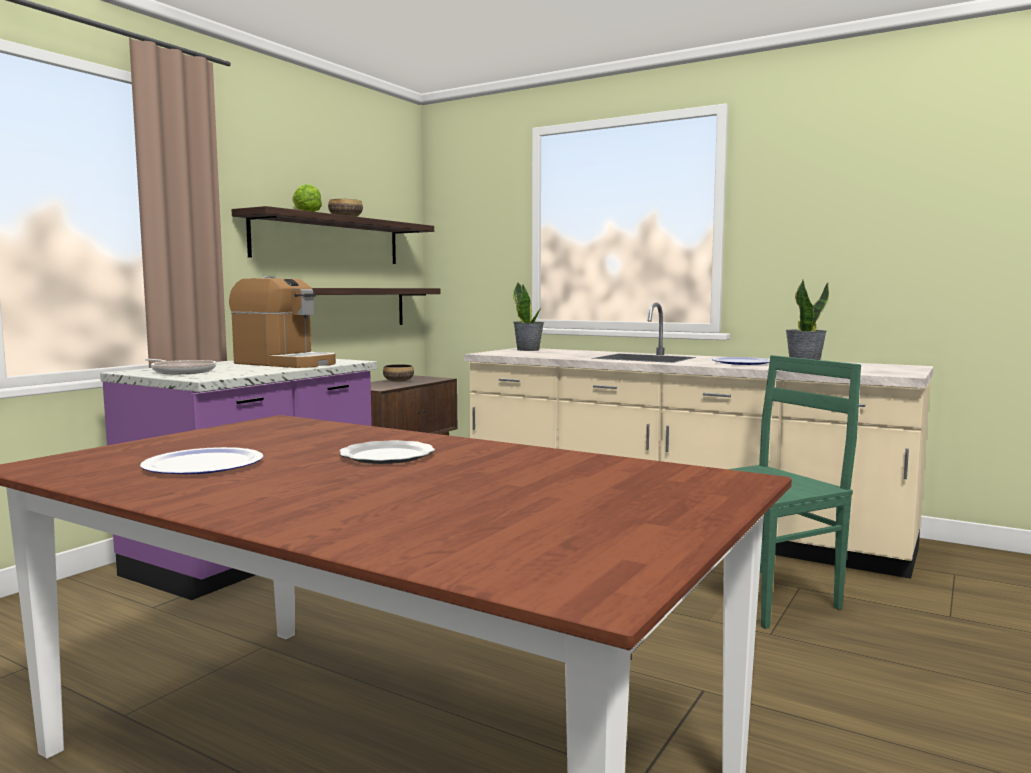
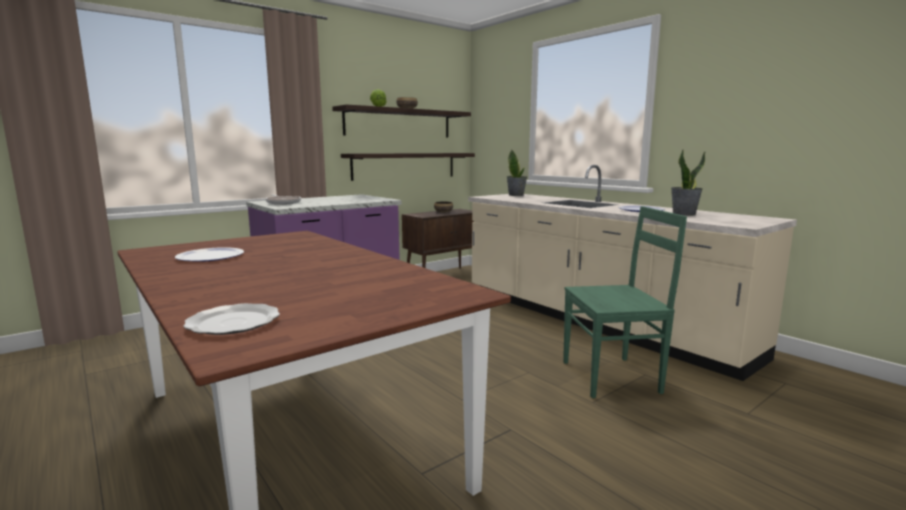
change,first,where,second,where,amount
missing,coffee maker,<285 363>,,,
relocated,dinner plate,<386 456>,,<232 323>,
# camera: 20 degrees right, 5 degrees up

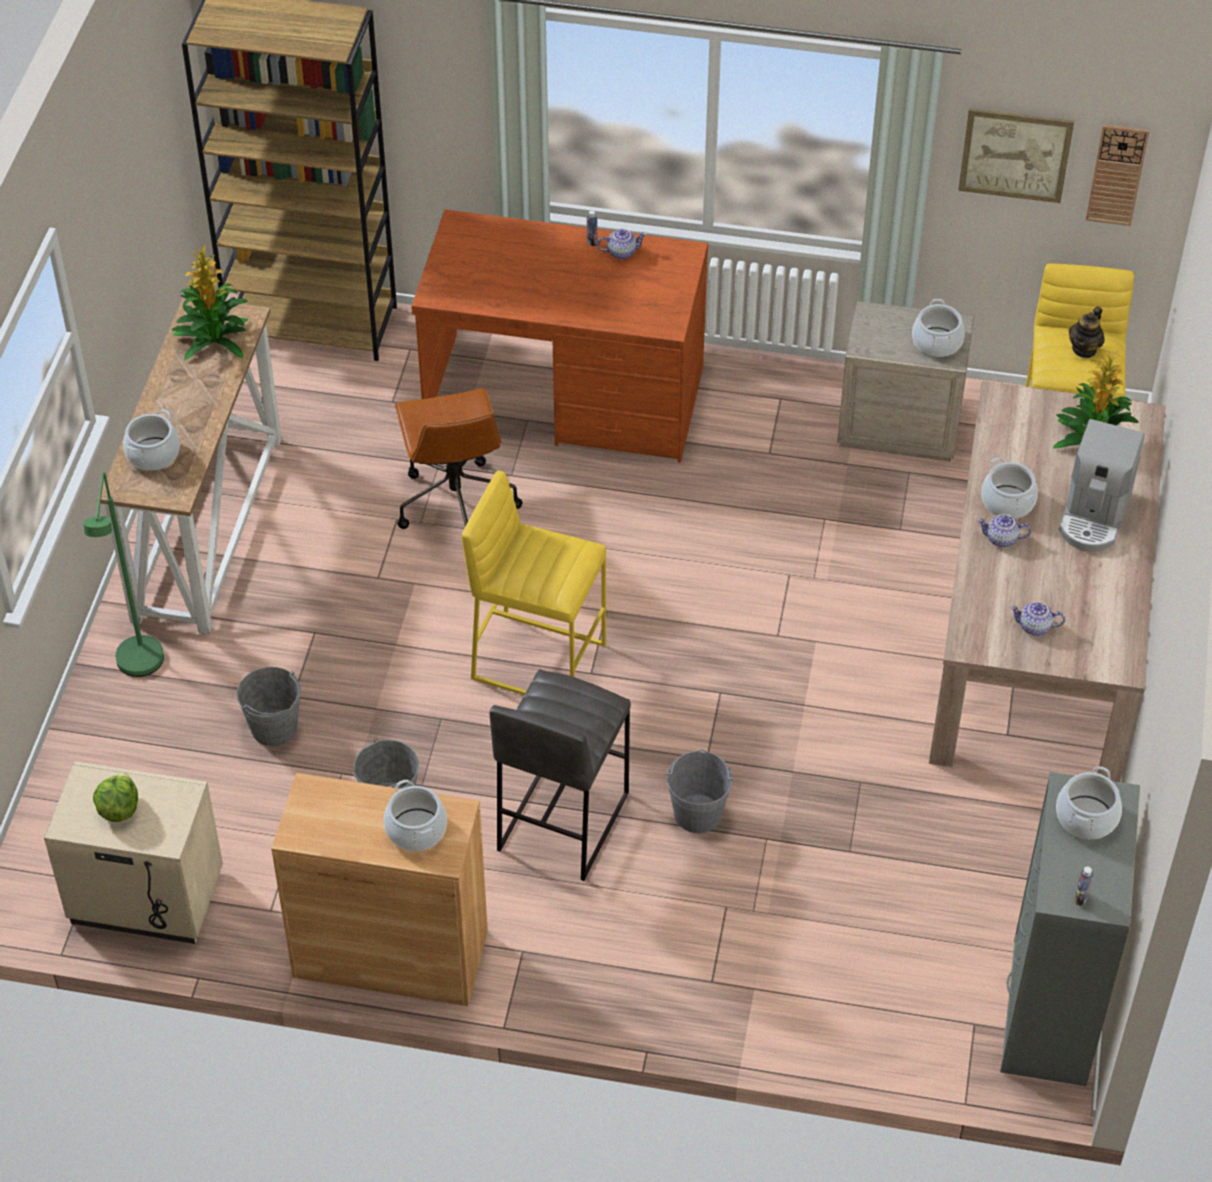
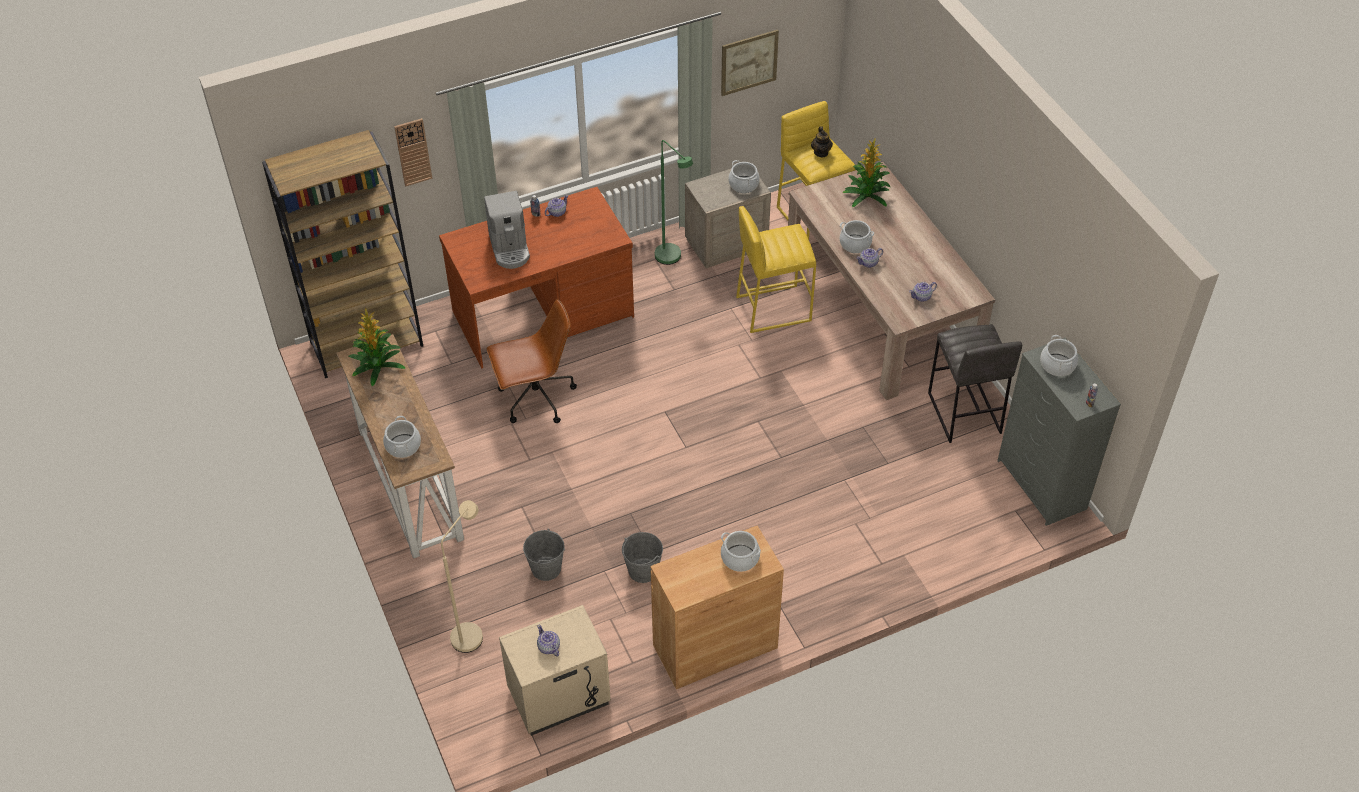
change,first,where,second,where,amount
missing,grey bucket,<698 813>,,,
appeared,,,beige-coloured standard lamp,<472 631>,
relocated,green-coloured standard lamp,<139 669>,,<672 259>,
relocated,yellow stool,<538 660>,,<772 308>,
relocated,grey stool,<561 822>,,<963 413>,
relocated,coffee maker,<1094 516>,,<510 248>,
relocated,hanging clock,<1117 174>,,<413 152>,
exchanged,lettuce,<119 809>,tea pot,<548 647>,
spun,brown office chair,<455 503>,,<535 398>,60 degrees counterclockwise
# camera: 35 degrees left, 0 degrees up

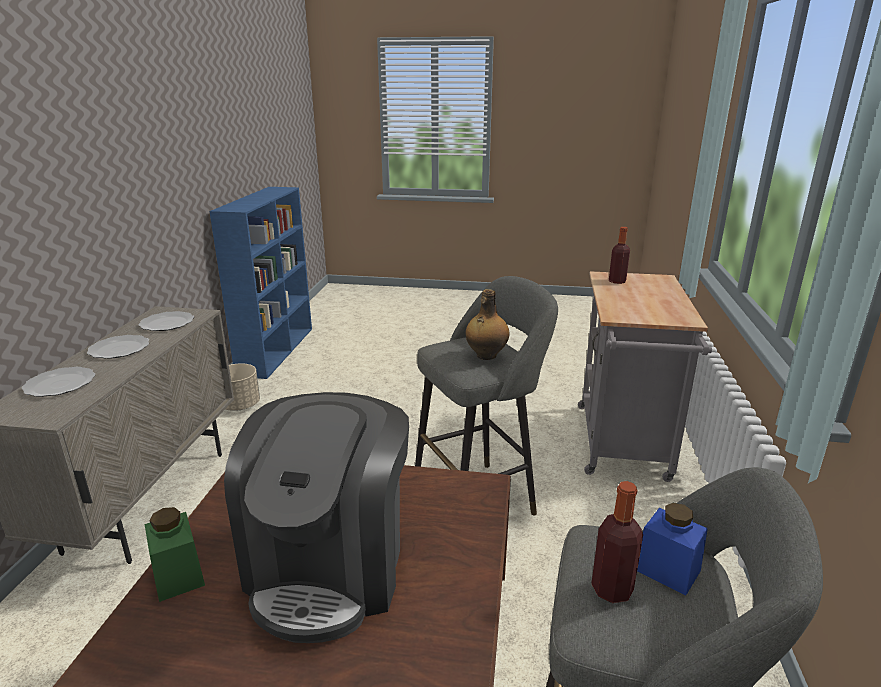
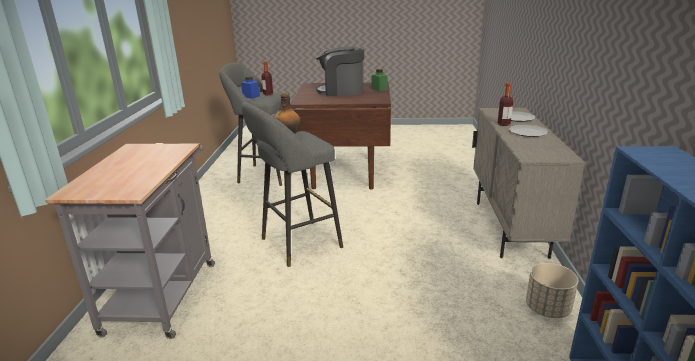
change,first,where,second,where,amount
missing,dinner plate,<167 323>,,,
relocated,bottle,<617 281>,,<503 124>,
spun,coffee maker,<330 566>,,<341 91>,90 degrees counterclockwise
# camera: 175 degrees right, 0 degrees up

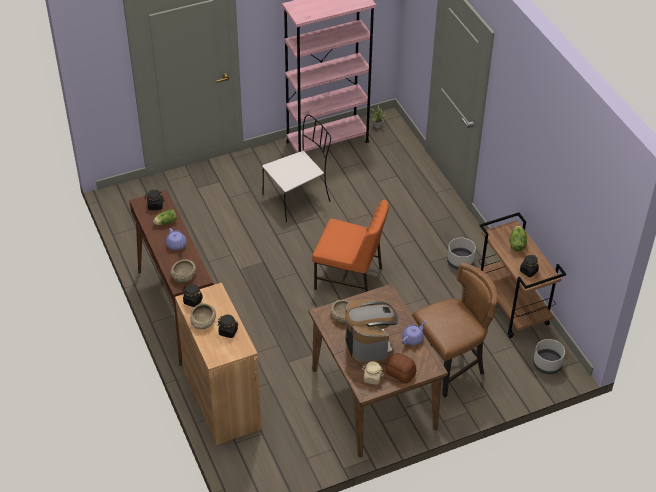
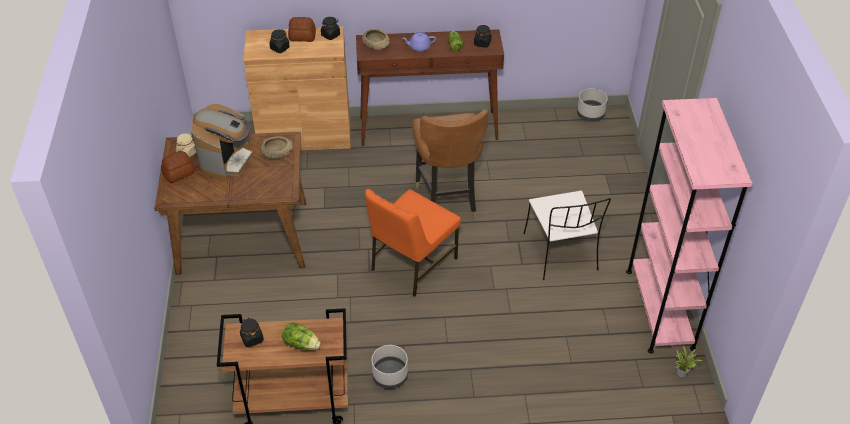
change,first,where,second,where,amount
missing,purplish tea pot,<413 338>,,,
relocated,brown chair,<449 374>,,<447 201>,
relocated,grey flower pot,<547 365>,,<590 114>,
exchanged,beige-coloured serving bowl,<203 321>,bakery bread,<302 37>,
spun,coffee maker,<369 346>,,<227 161>,75 degrees counterclockwise
# camera: 110 degrees right, 0 degrees up

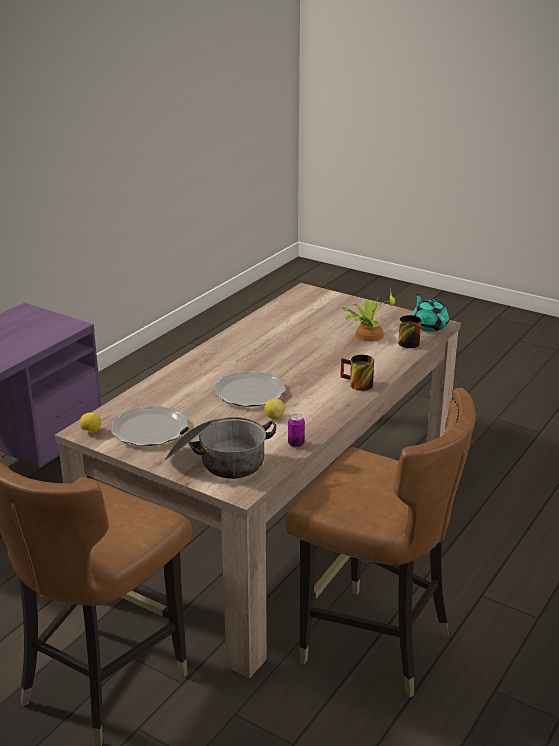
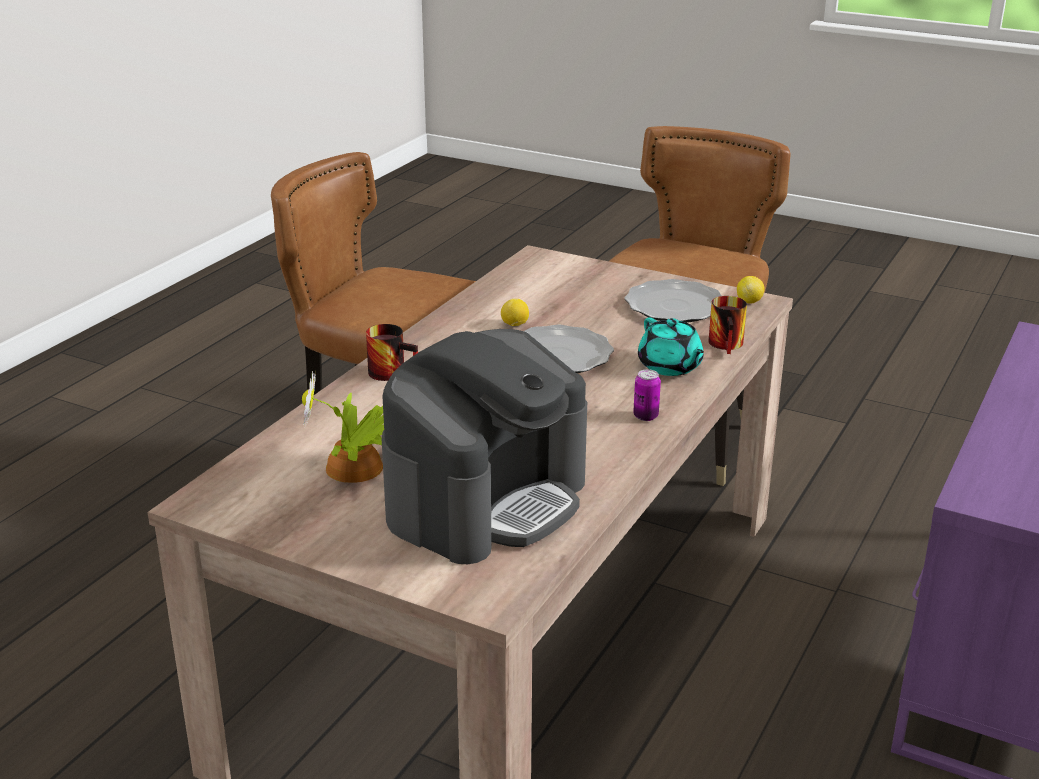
change,first,where,second,where,amount
missing,stockpot,<218 462>,,,
appeared,,,coffee maker,<487 500>,
relocated,sealed can,<296 444>,,<645 416>,
relocated,coffee mug,<407 341>,,<729 345>,
relocated,turquoise-coloured tea pot,<429 326>,,<670 367>,
# camera: 175 degrees right, 0 degrees up

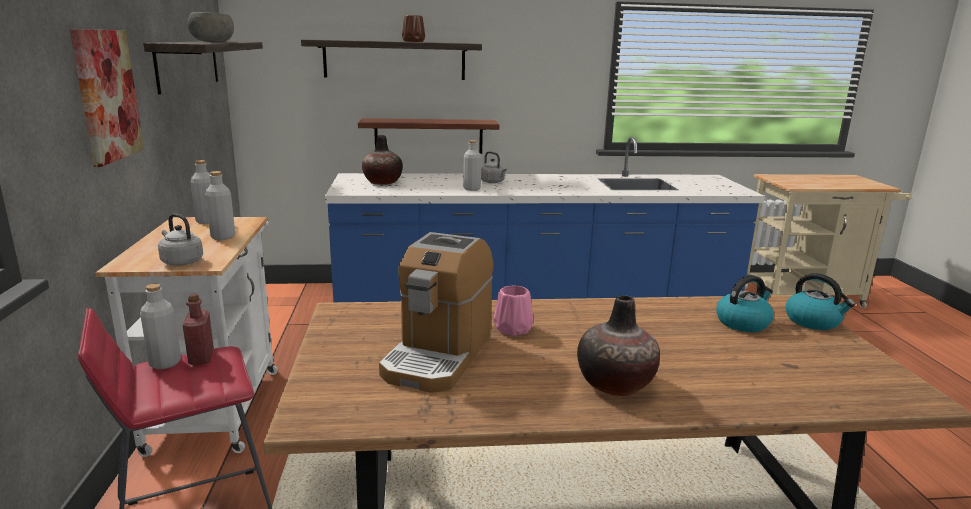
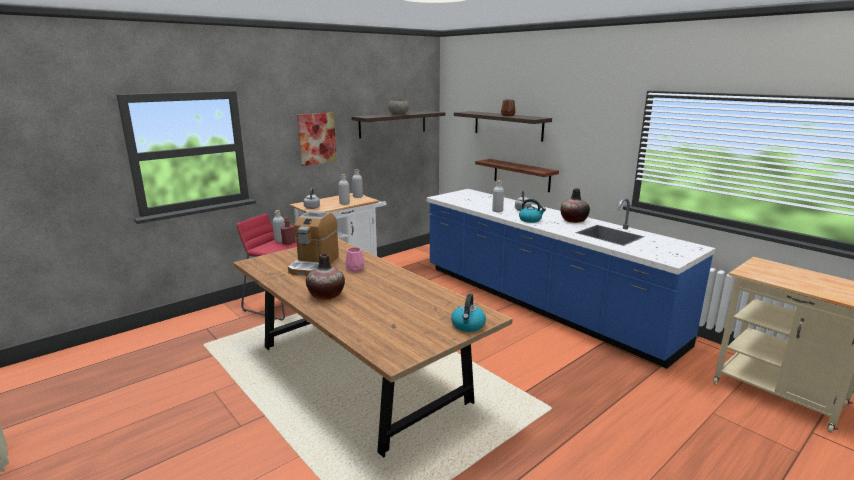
change,first,where,second,where,amount
relocated,vase,<382 182>,,<573 220>,
relocated,kettle,<743 323>,,<530 220>,
spun,coffee maker,<438 355>,,<314 264>,60 degrees counterclockwise
# camera: 55 degrees right, 0 degrees up

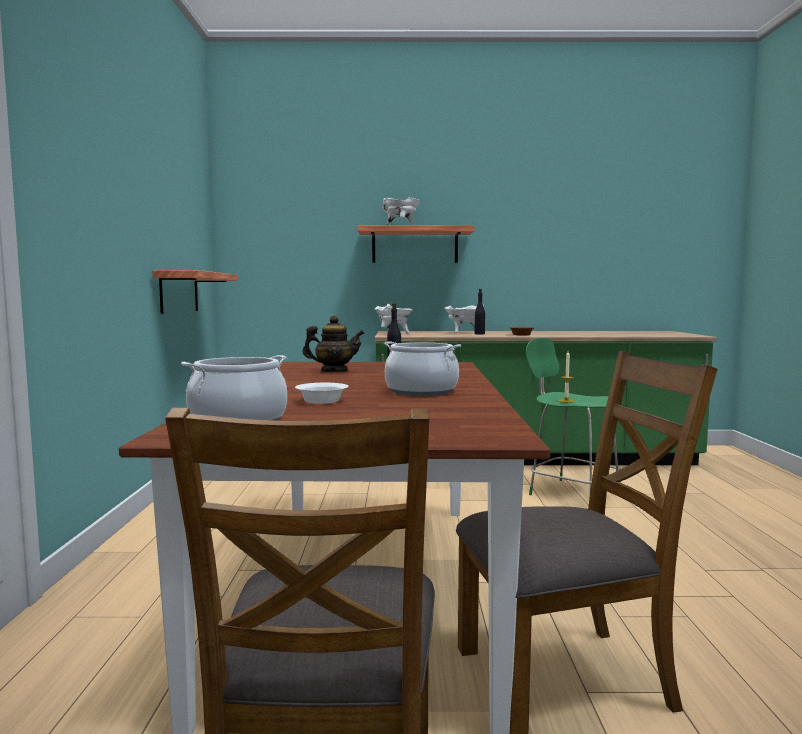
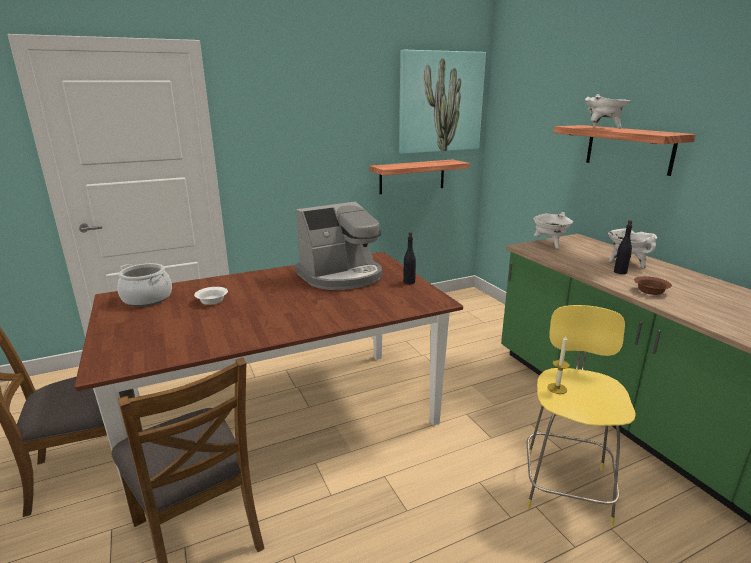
change,first,where,second,where,amount
missing,stockpot,<421 391>,,,
appeared,,,wall picture,<440 102>,
exchanged,tea pot,<334 371>,coffee maker,<341 276>,
colour,green-coloured stool,<571 493>,yellow stool,<566 484>,
# camera: 65 degrees right, 15 degrees up

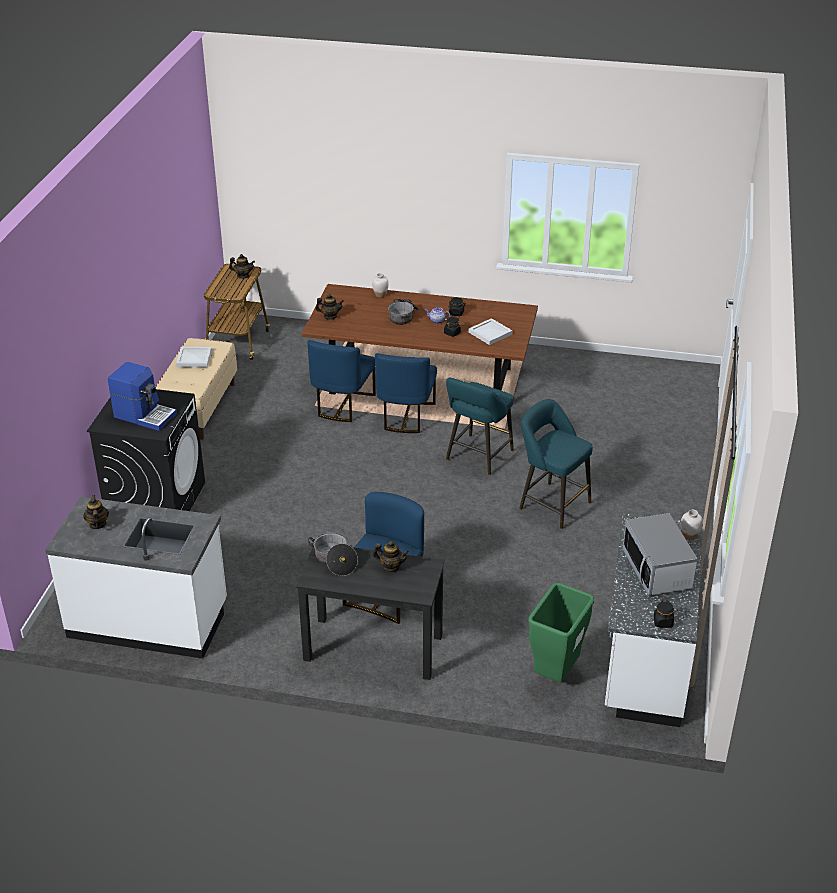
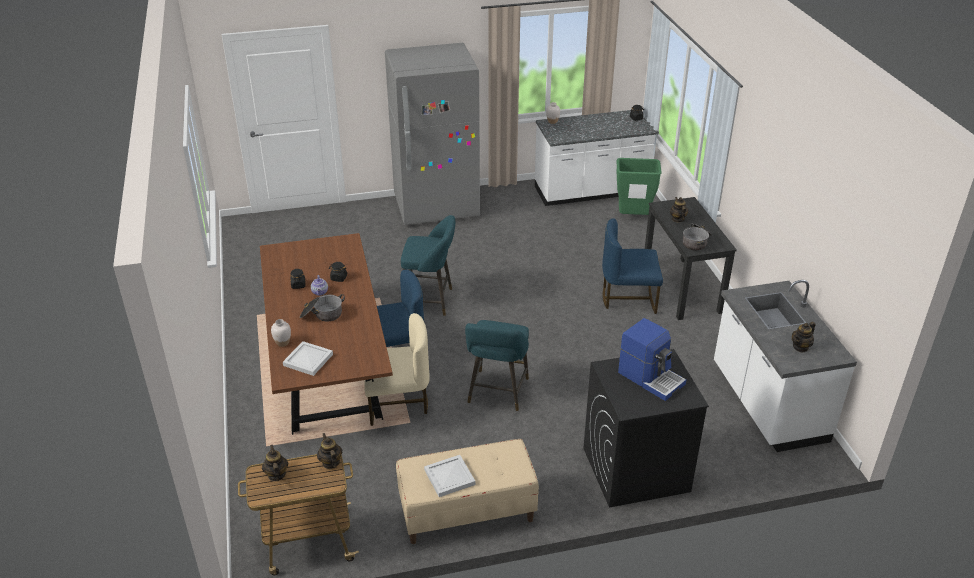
change,first,where,second,where,amount
missing,microwave,<657 570>,,,
appeared,,,grey refrigerator,<436 208>,
relocated,tea pot,<330 316>,,<330 462>,
relocated,whitish carrying tray,<490 333>,,<307 360>,
relocated,turquoise-coloured stool,<551 504>,,<497 393>,
colour,blue-coloured chair,<342 405>,beige-coloured chair,<397 403>,
spun,coffee maker,<145 415>,,<651 377>,135 degrees clockwise
# camera: 115 degrees left, 0 degrees up

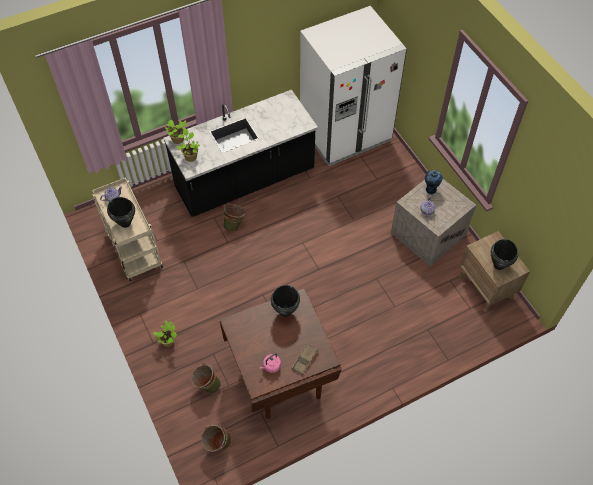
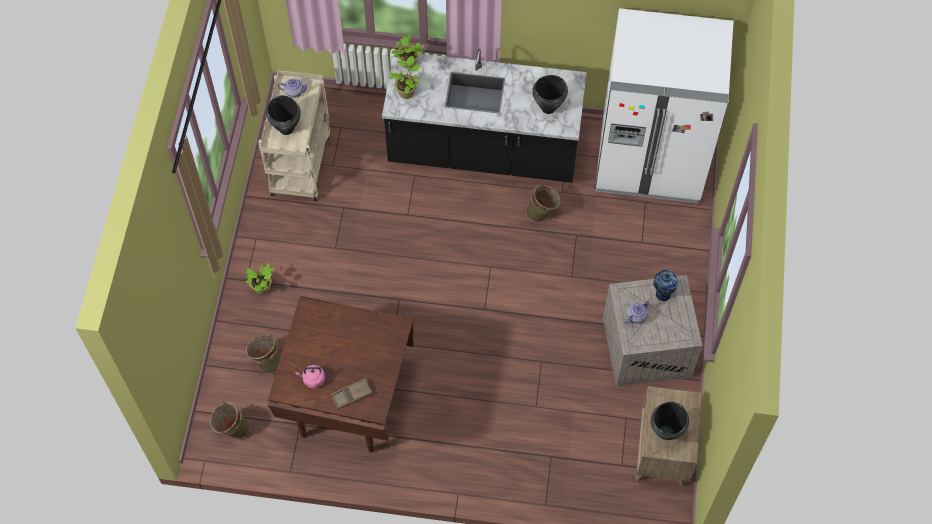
change,first,where,second,where,amount
relocated,green-coloured bucket,<234 224>,,<542 213>,
relocated,black stockpot,<285 311>,,<548 108>,
# camera: 35 degrees right, 5 degrees up

